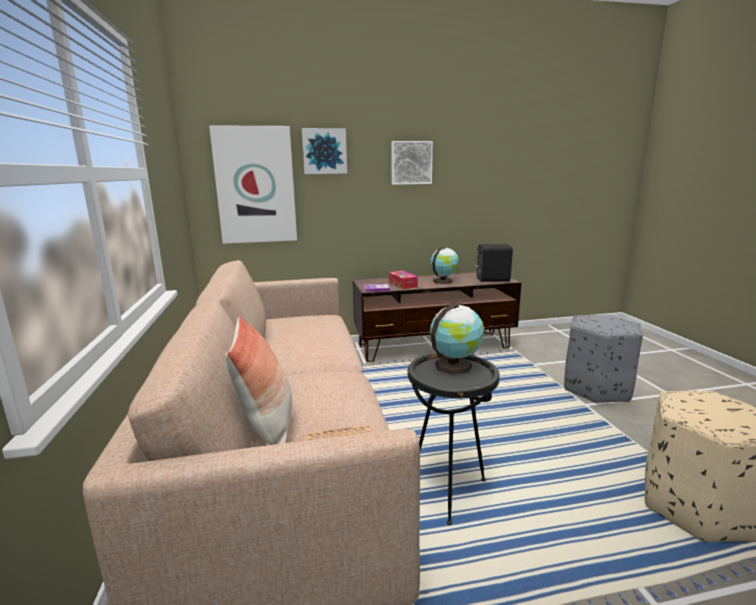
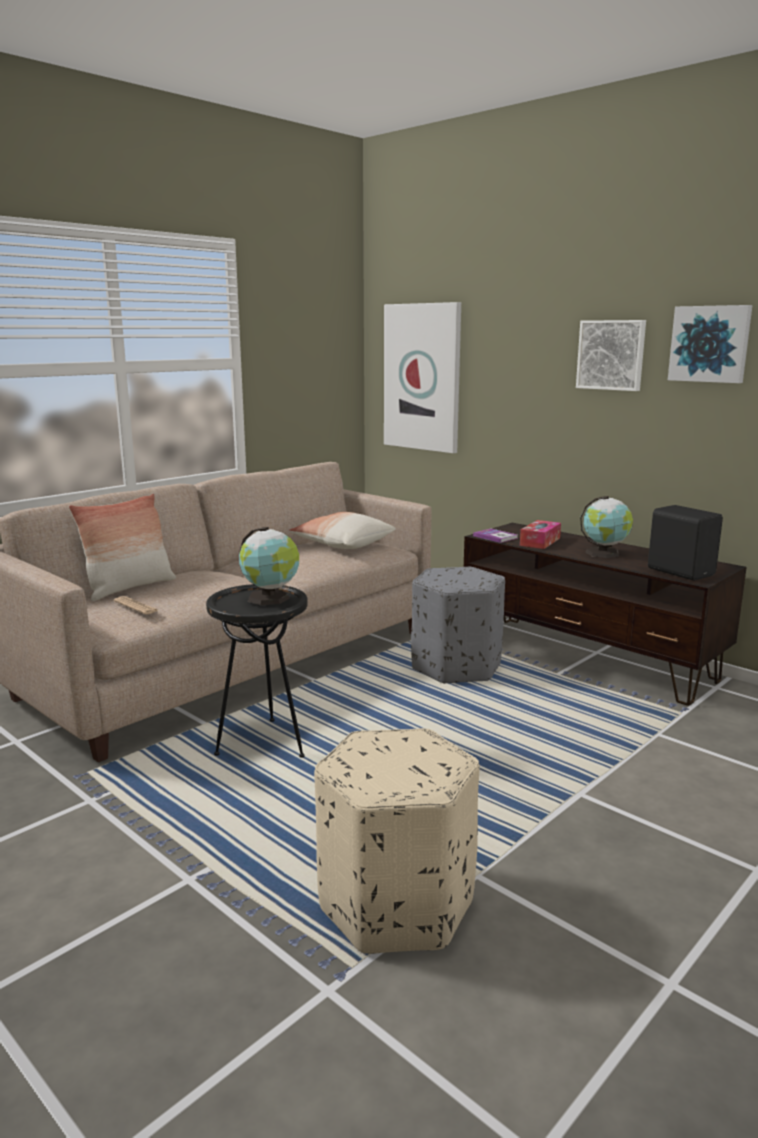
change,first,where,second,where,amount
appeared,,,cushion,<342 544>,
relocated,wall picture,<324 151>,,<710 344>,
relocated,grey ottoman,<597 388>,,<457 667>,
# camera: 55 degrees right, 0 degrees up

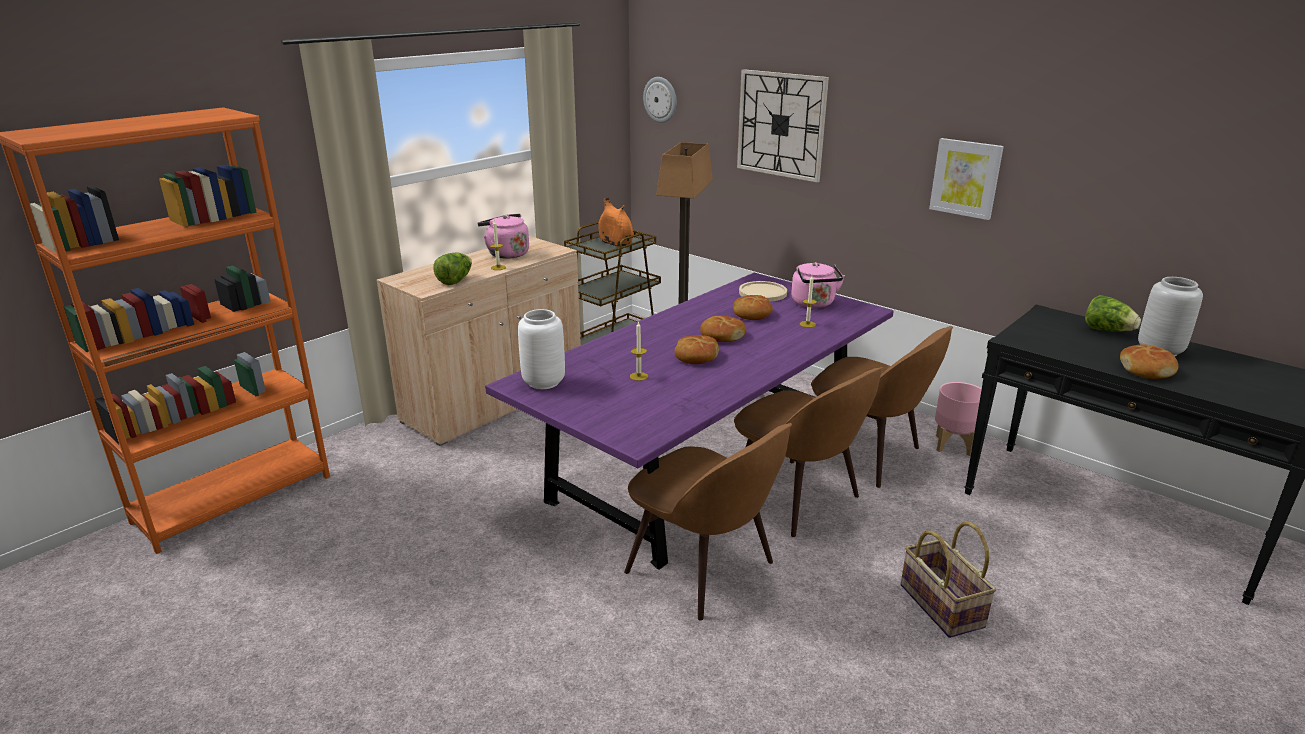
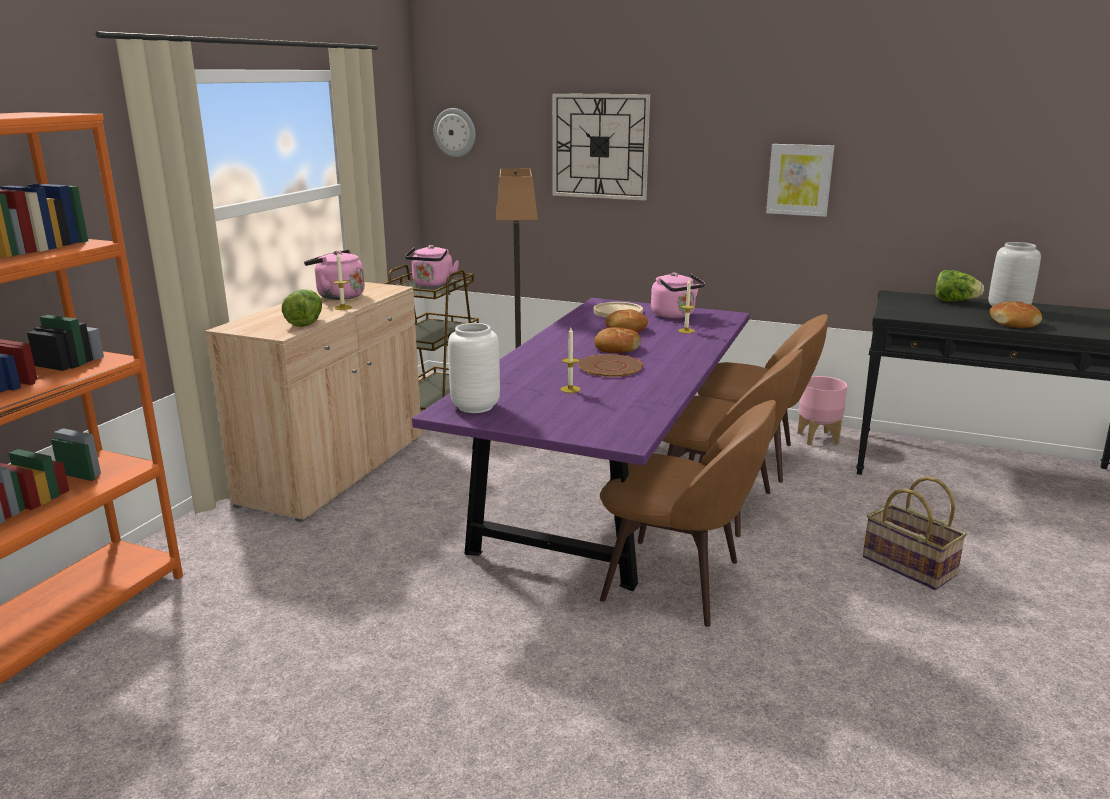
change,first,where,second,where,amount
exchanged,orangey vase,<615 243>,pink kettle,<432 285>,
exchanged,bakery bread,<696 357>,brown dinner plate,<609 367>,
# camera: 20 degrees left, 5 degrees down

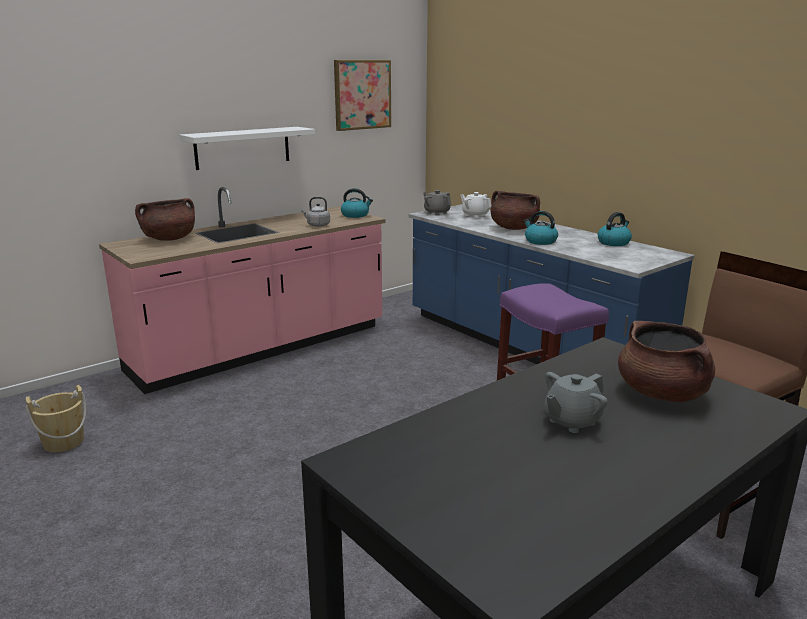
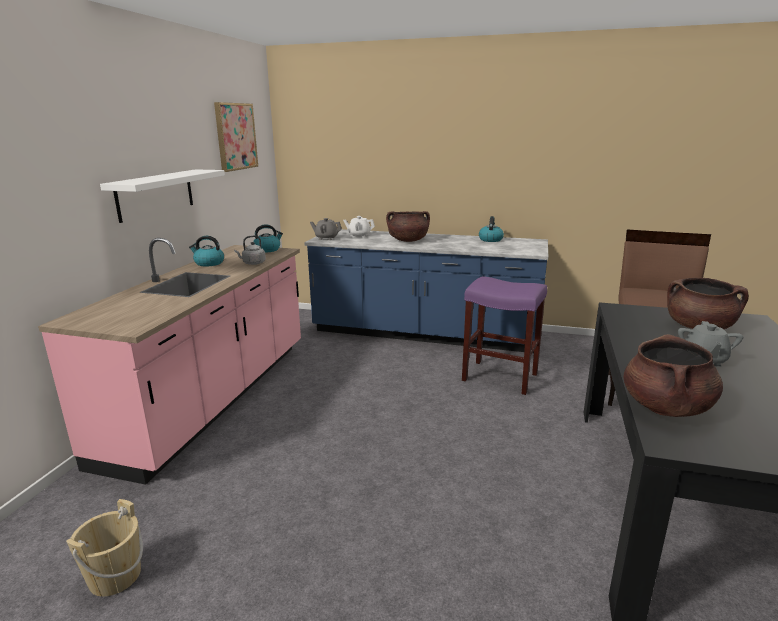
change,first,where,second,where,amount
relocated,brown stockpot,<169 239>,,<666 407>,
relocated,kettle,<540 241>,,<209 263>,
# camera: 35 degrees left, 0 degrees up

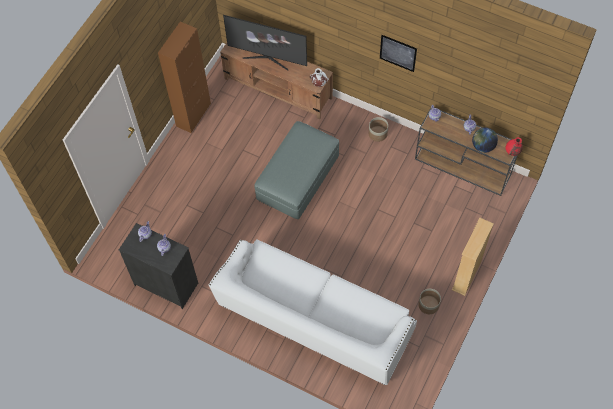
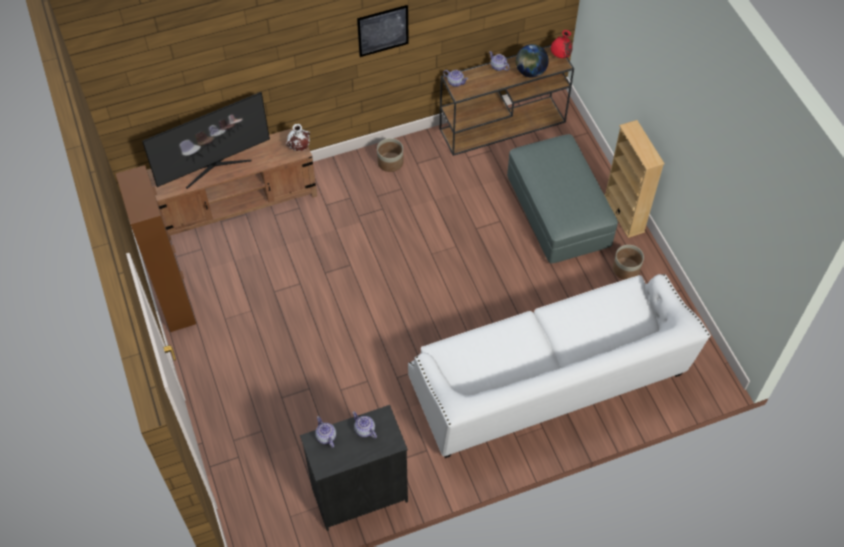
change,first,where,second,where,amount
relocated,grey ottoman,<298 178>,,<558 212>,
# camera: 50 degrees left, 5 degrees down

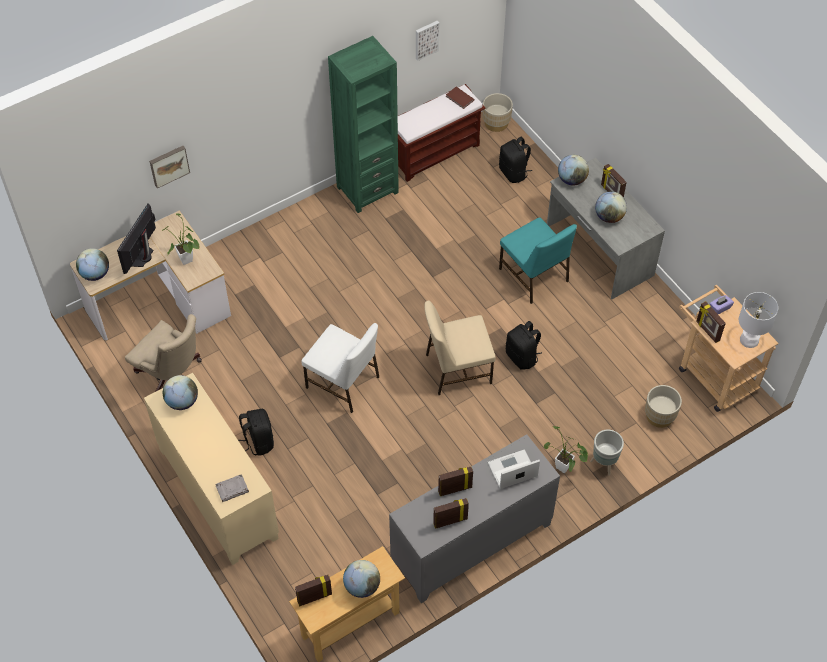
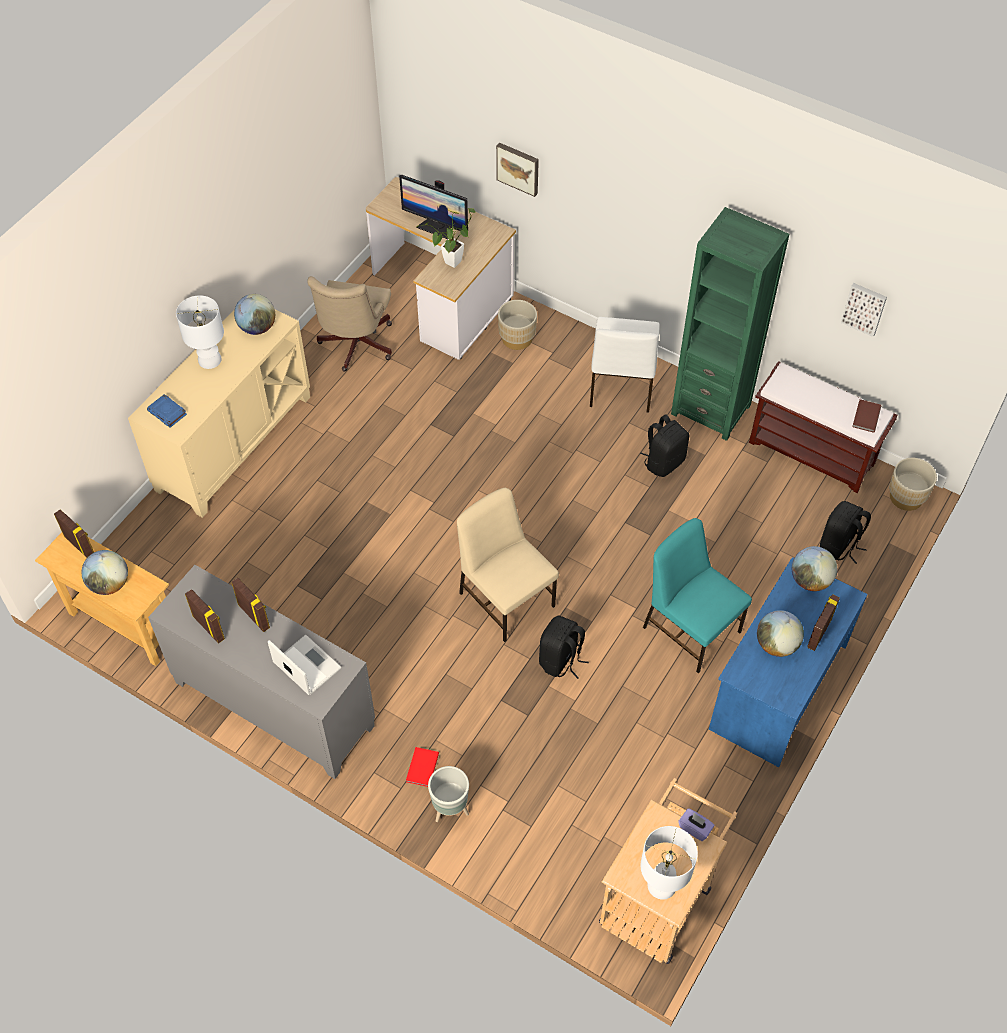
change,first,where,second,where,amount
missing,desk globe,<95 274>,,,
missing,picture frame,<707 331>,,,
appeared,,,whitish tabletop lamp,<210 360>,
relocated,black knapsack,<258 442>,,<663 462>,
relocated,whitish chair,<343 383>,,<620 385>,
relocated,beige-coloured flower pot,<659 416>,,<517 338>,
exchanged,houseplant,<565 469>,red book,<421 768>,
colour,grey book,<232 489>,blue-coloured book,<168 413>,
colour,grey desk,<598 251>,blue-coloured desk,<777 686>,
spun,computer display,<143 257>,,<436 227>,150 degrees counterclockwise
spun,turquoise-coloured chair,<534 276>,,<691 628>,105 degrees clockwise
# camera: 65 degrees right, 0 degrees up

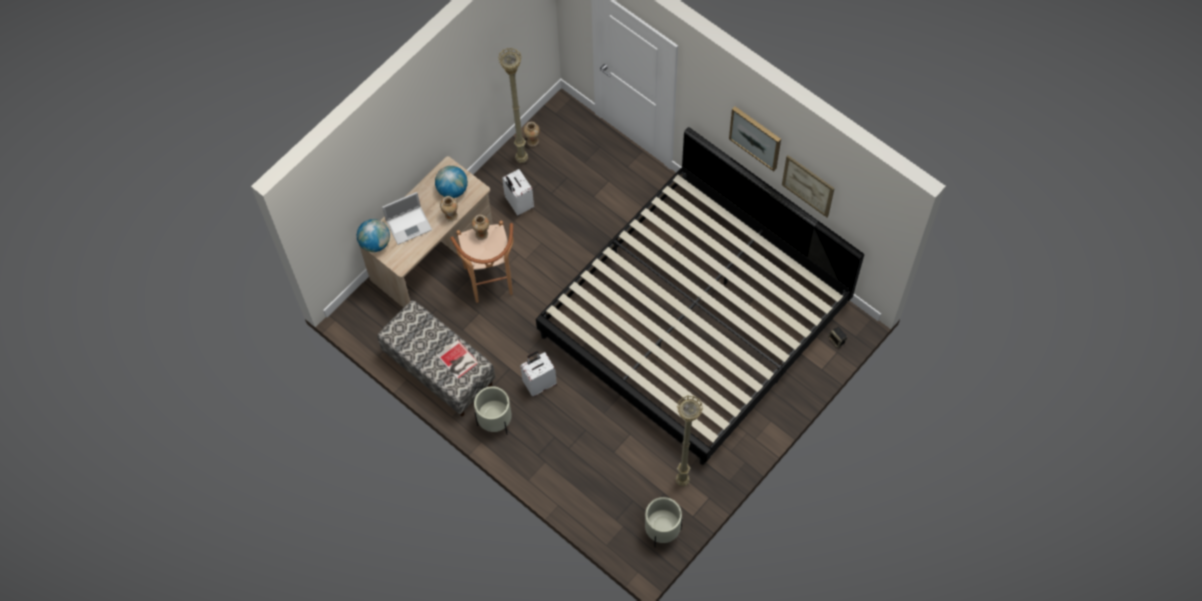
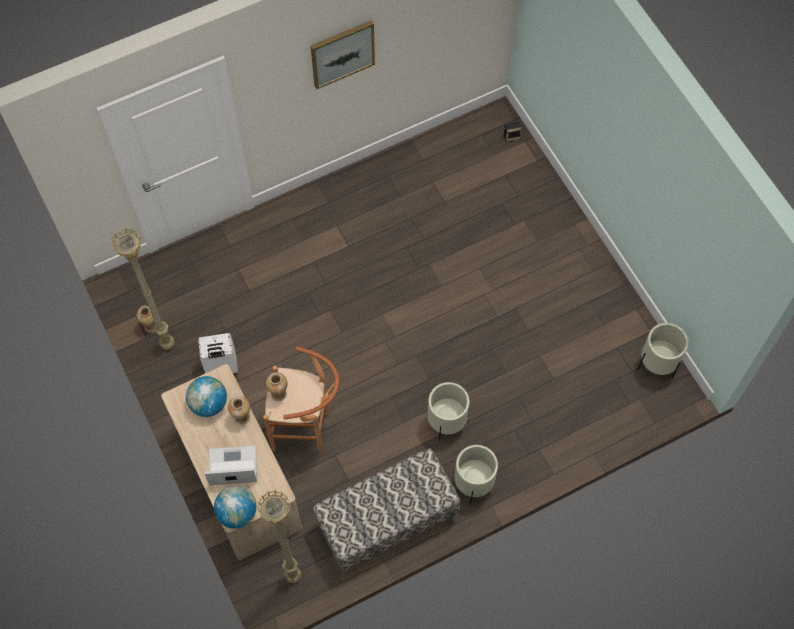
change,first,where,second,where,amount
missing,book,<457 360>,,,
missing,sleeping bed,<694 319>,,,
missing,wall picture,<808 185>,,,
relocated,beige-coloured standard lamp,<683 481>,,<293 575>,
exchanged,whitish suitcase,<539 383>,beige-coloured flower pot,<446 422>,
spun,portable computer,<409 225>,,<231 466>,90 degrees counterclockwise
# camera: 70 degrees left, 0 degrees up

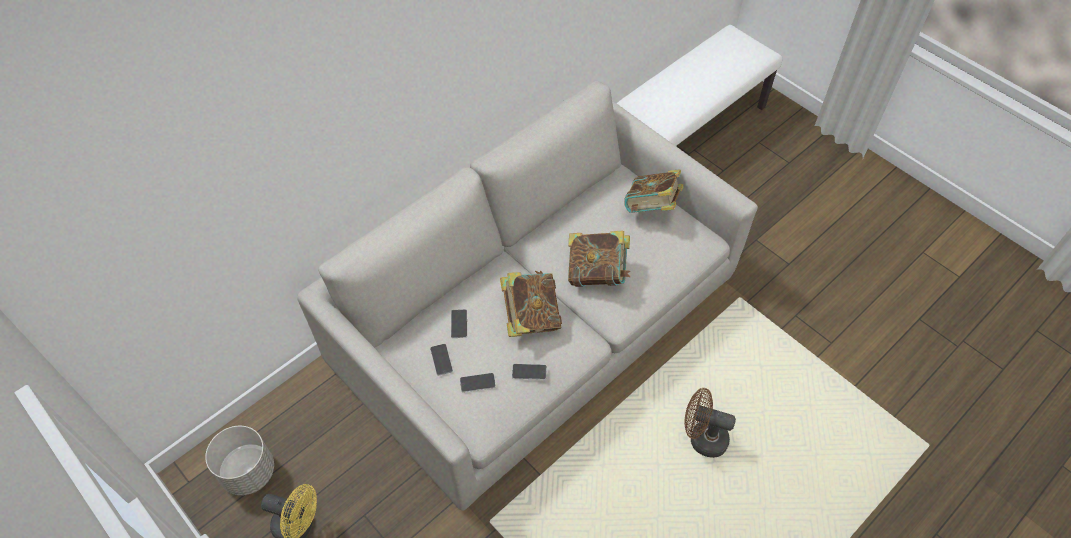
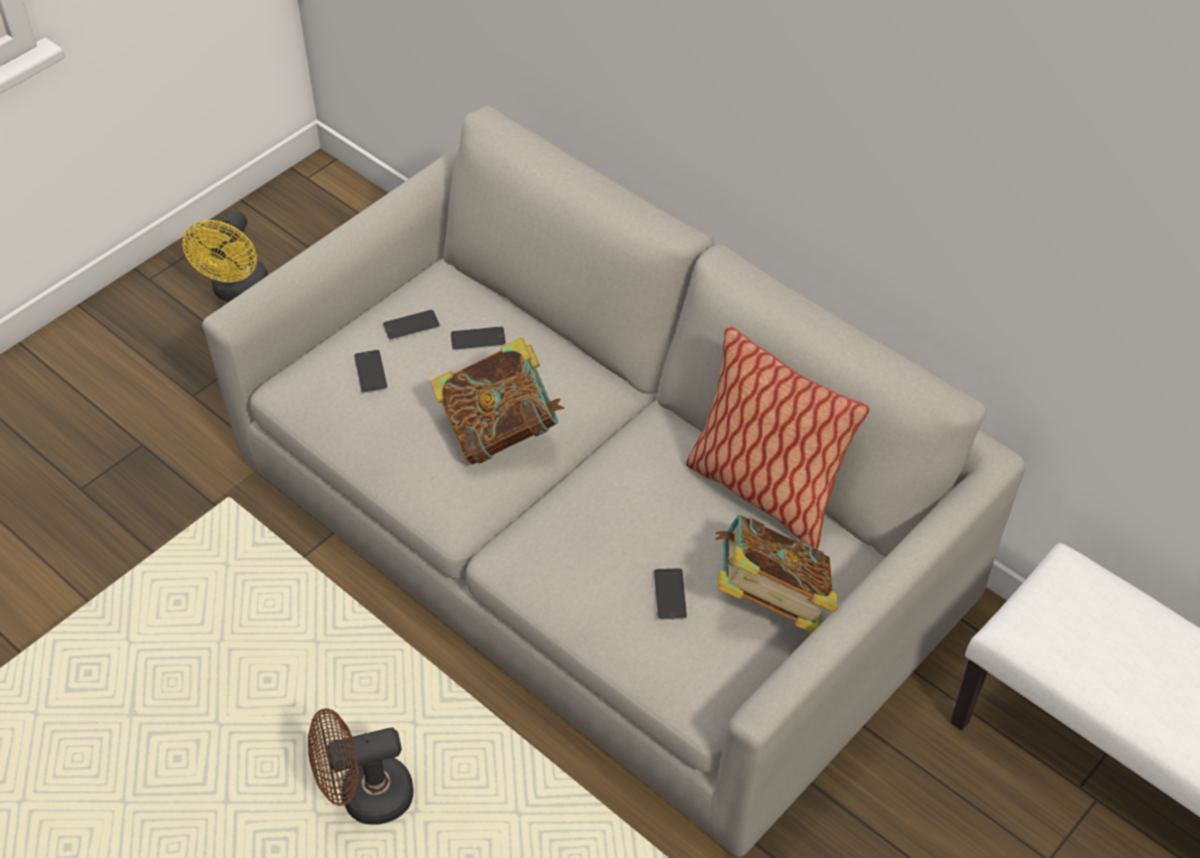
change,first,where,second,where,amount
missing,grey flower pot,<248 472>,,,
missing,book,<597 273>,,,
appeared,,,cushion,<763 491>,
relocated,telephone,<529 371>,,<670 594>,
spun,brown cooling fan,<702 438>,,<365 797>,120 degrees counterclockwise
# camera: 85 degrees right, 5 degrees down

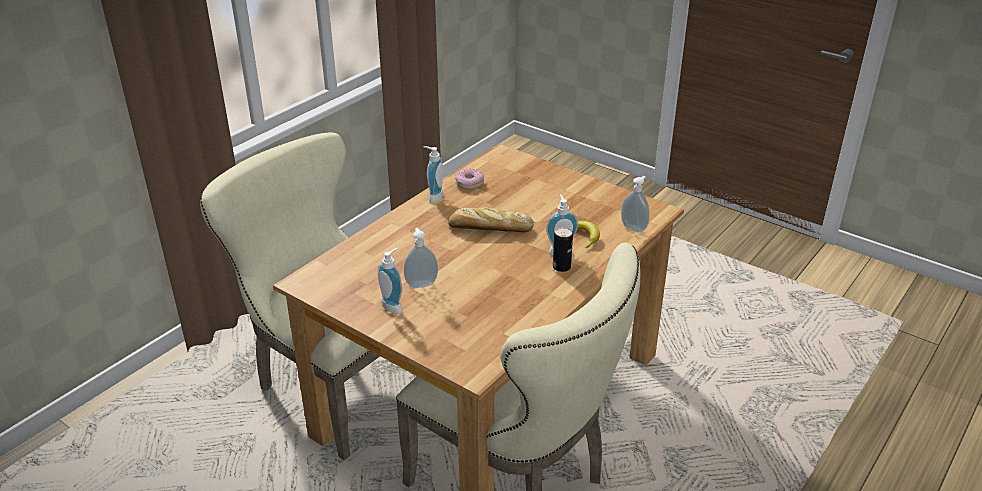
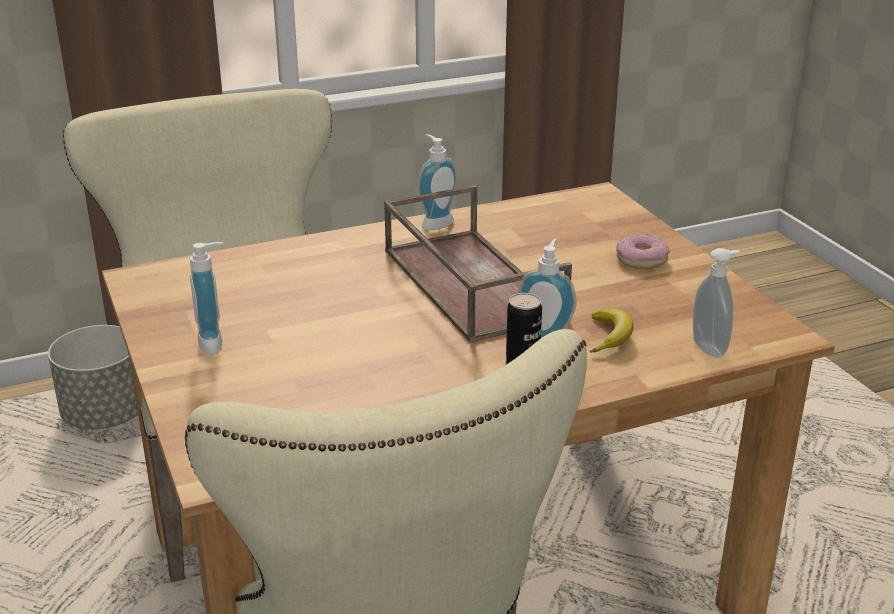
change,first,where,second,where,amount
missing,soap dispenser,<421 283>,,,
appeared,,,grey flower pot,<105 416>,
relocated,ring doughnut,<469 183>,,<641 259>,
exchanged,bakery bread,<488 228>,brown carrying tray,<469 283>,
# camera: 30 degrees right, 5 degrees down

